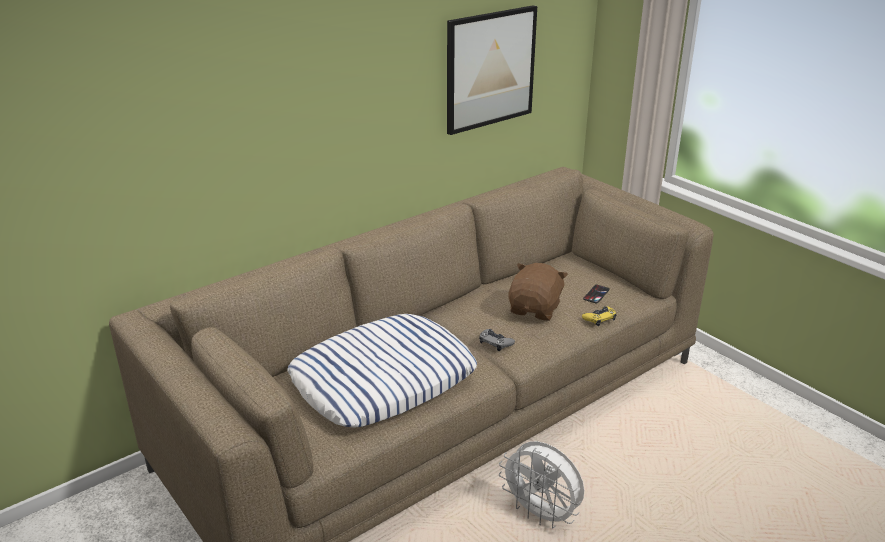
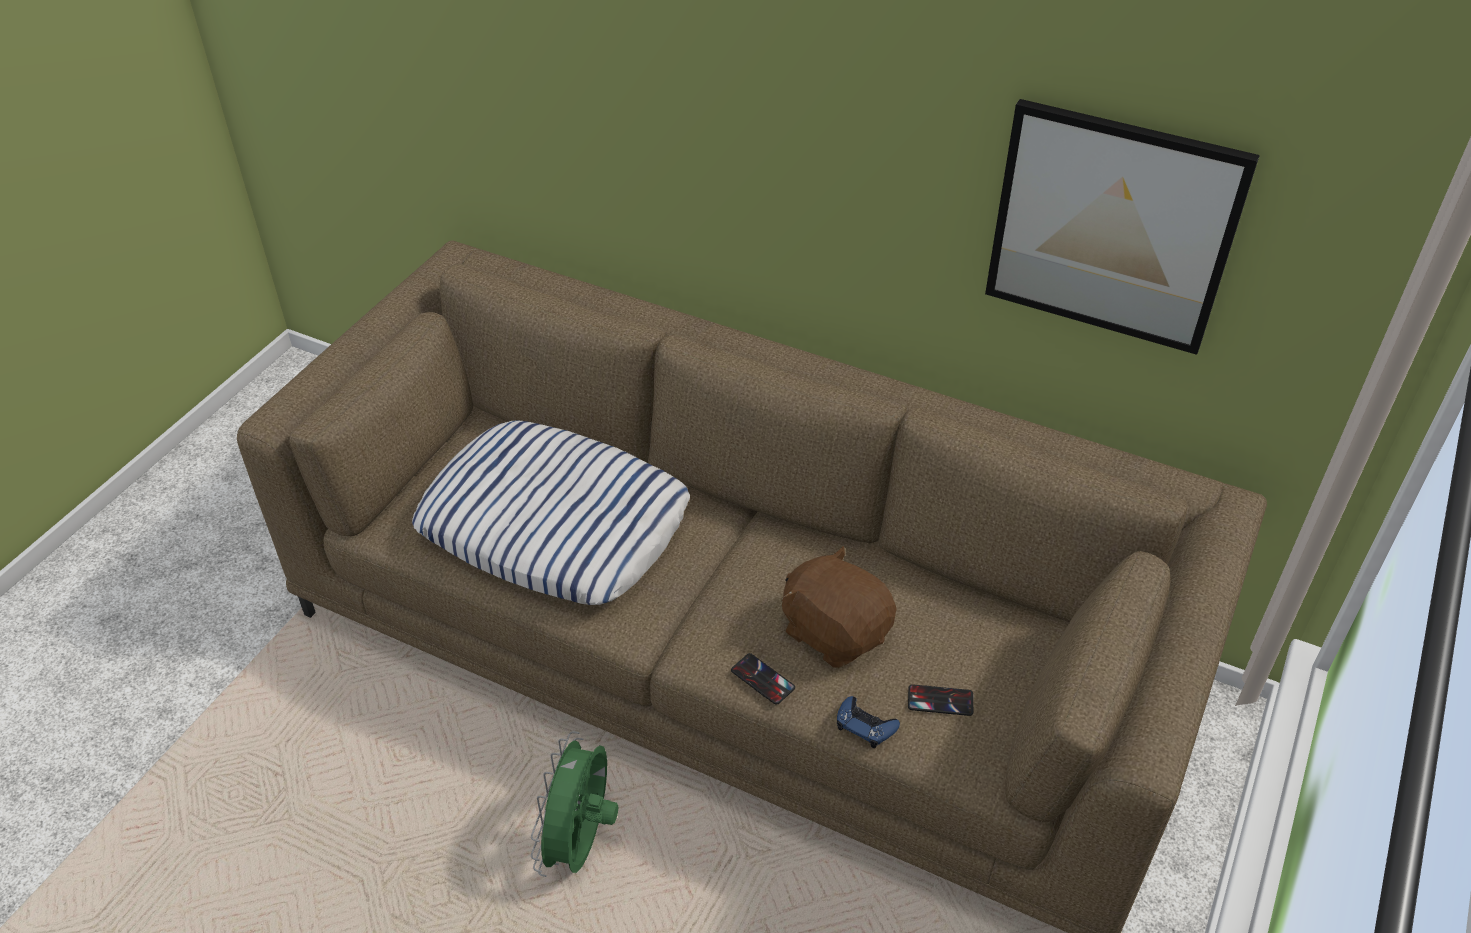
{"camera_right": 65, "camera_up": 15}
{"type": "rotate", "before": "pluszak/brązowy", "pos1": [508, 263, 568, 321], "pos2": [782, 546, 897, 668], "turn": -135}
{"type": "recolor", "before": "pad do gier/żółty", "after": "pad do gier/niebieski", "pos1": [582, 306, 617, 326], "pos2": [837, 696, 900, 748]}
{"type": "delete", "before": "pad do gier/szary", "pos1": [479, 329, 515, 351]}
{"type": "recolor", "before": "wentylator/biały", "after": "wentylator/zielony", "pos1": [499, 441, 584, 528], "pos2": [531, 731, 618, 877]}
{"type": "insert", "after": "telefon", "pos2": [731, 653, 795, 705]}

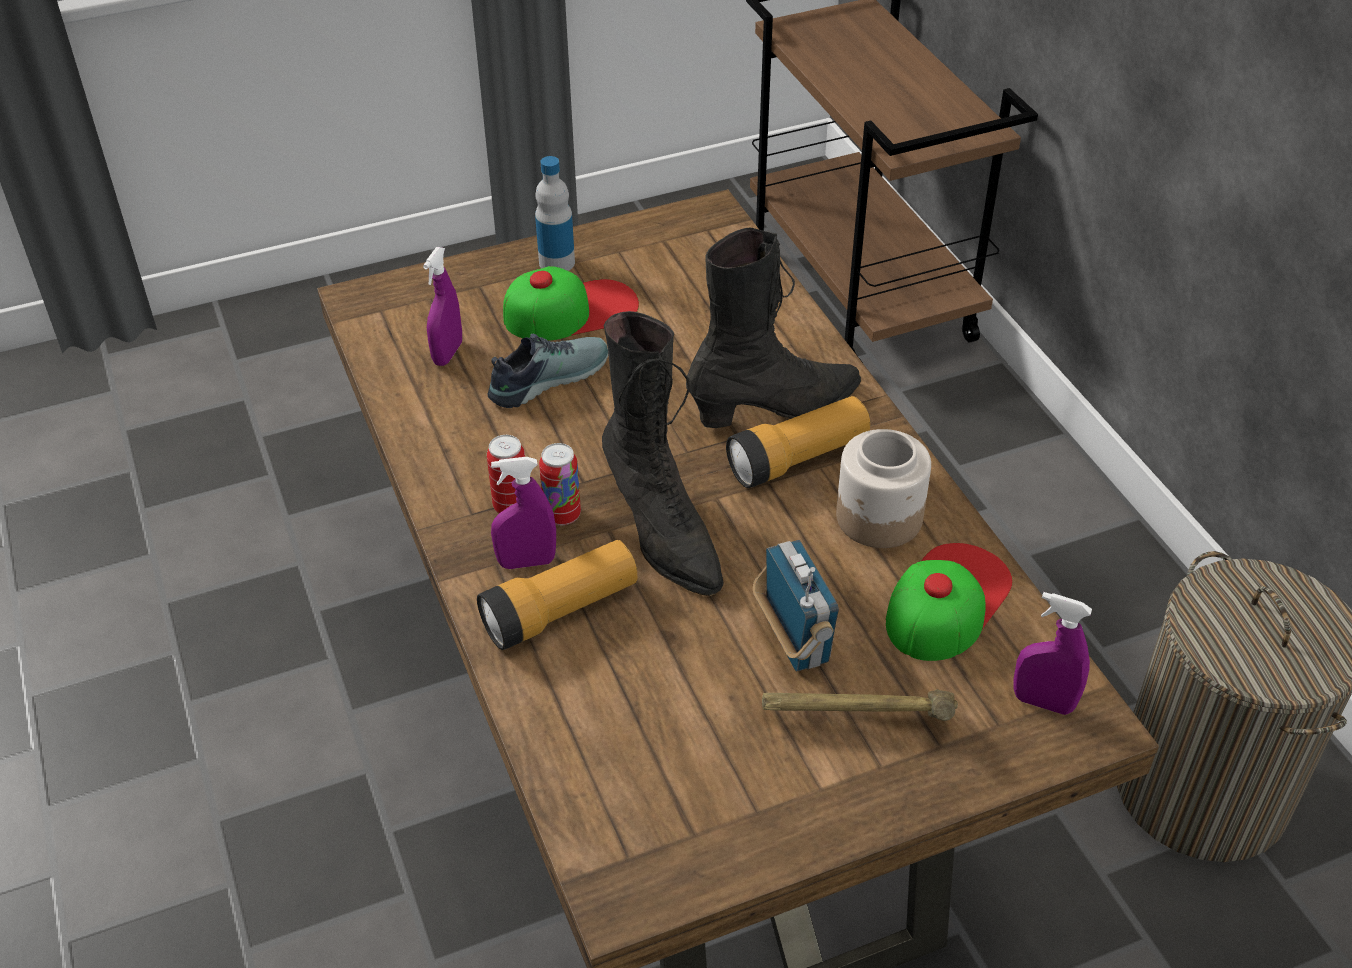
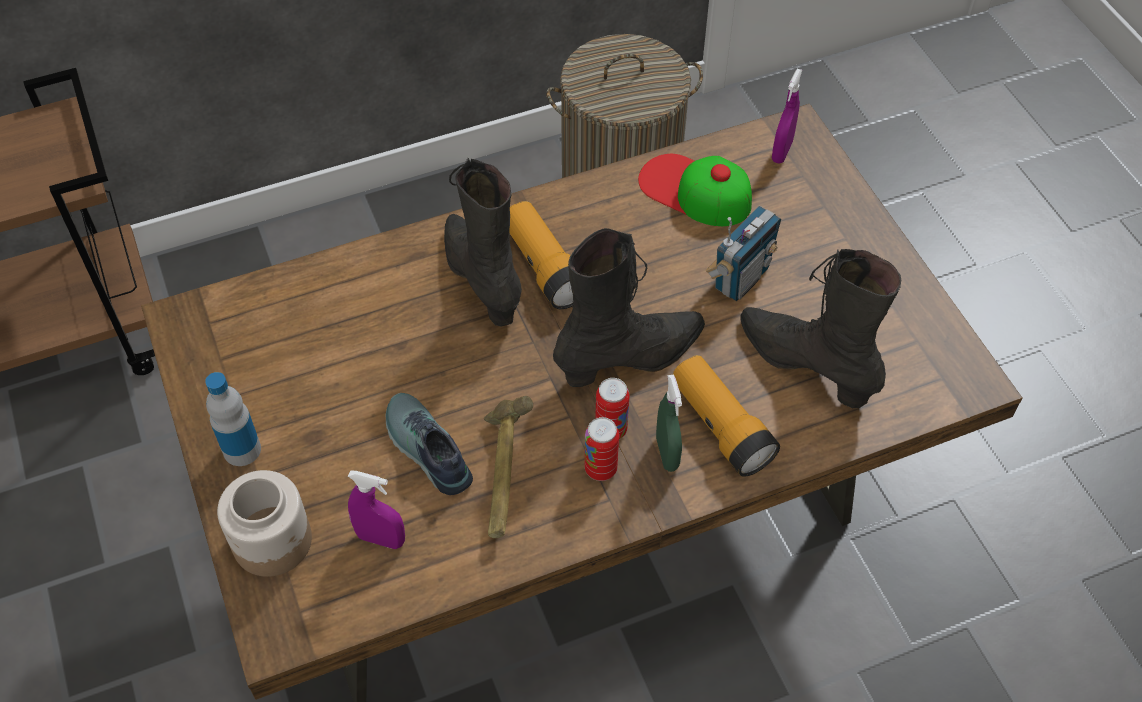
{"camera_right": -90, "camera_up": 10}
{"type": "delete", "before": "czapka z daszkiem", "pos1": [503, 266, 639, 341]}
{"type": "move", "before": "słoik", "pos1": [836, 429, 931, 548], "pos2": [217, 470, 312, 577]}
{"type": "recolor", "before": "spryskiwacz/fioletowy", "after": "spryskiwacz/zielony", "pos1": [491, 457, 556, 569], "pos2": [656, 374, 682, 472]}
{"type": "rotate", "before": "radio", "pos1": [753, 540, 839, 672], "pos2": [706, 206, 781, 301], "turn": 150}
{"type": "move", "before": "młotek", "pos1": [762, 689, 958, 721], "pos2": [484, 396, 533, 538]}
{"type": "insert", "after": "but z cholewką/czarny", "pos2": [740, 249, 901, 408]}

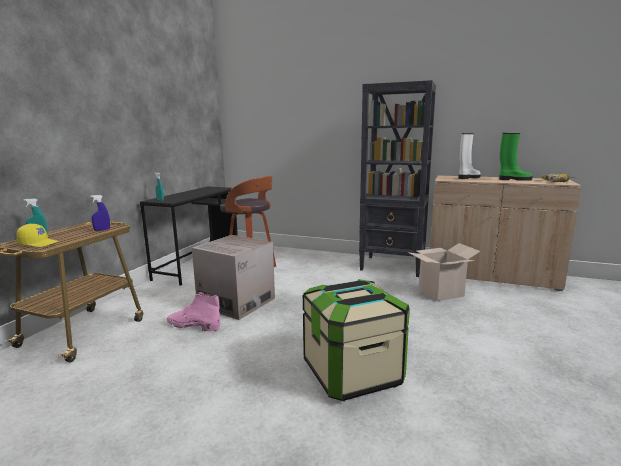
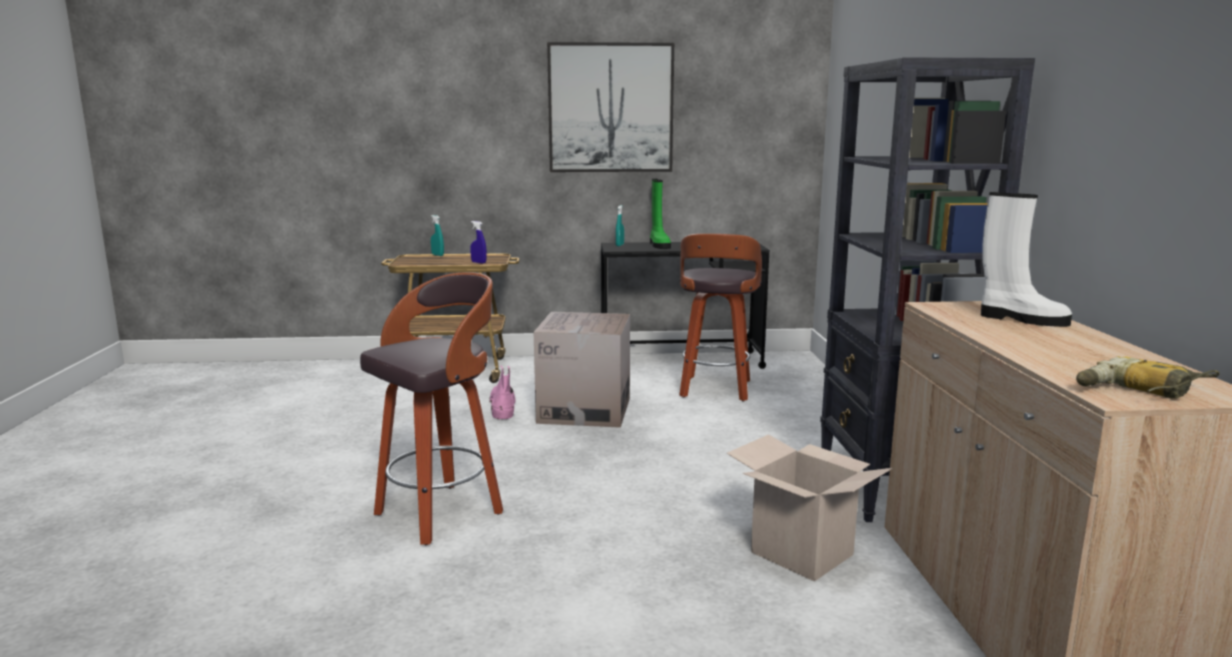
{"camera_right": 65, "camera_up": 0}
{"type": "move", "before": "but z cholewką/zielony", "pos1": [499, 133, 533, 181], "pos2": [650, 179, 671, 249]}
{"type": "delete", "before": "czapka z daszkiem/żółty", "pos1": [16, 224, 58, 247]}
{"type": "replace", "before": "pojemnik do przechowywania", "after": "stołek", "pos1": [303, 279, 410, 401], "pos2": [360, 272, 503, 545]}
{"type": "insert", "after": "obraz", "pos2": [547, 42, 674, 172]}

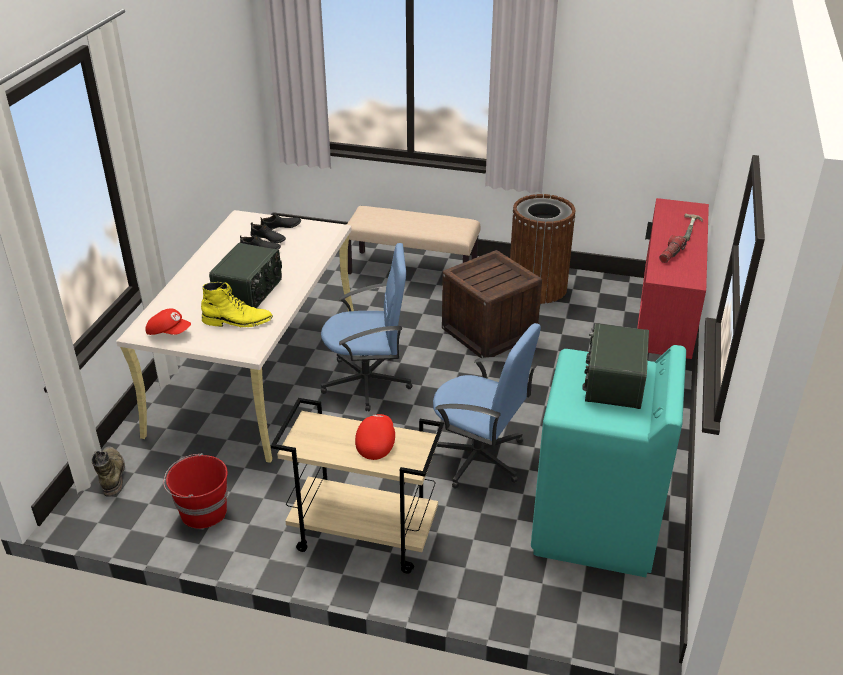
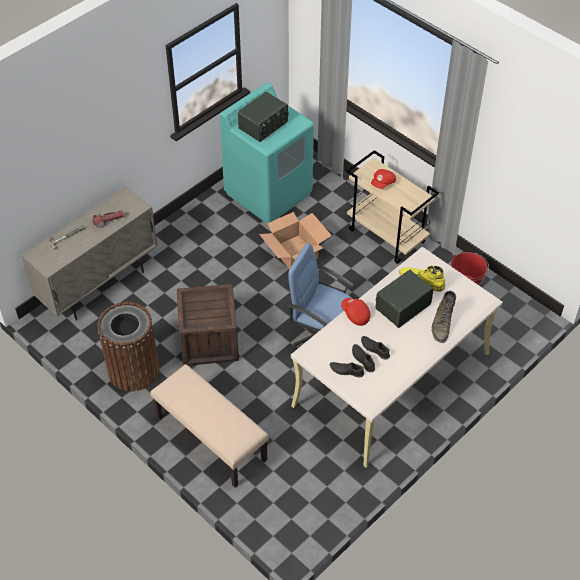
{"camera_right": -150, "camera_up": 15}
{"type": "recolor", "before": "szafka/czerwony", "after": "szafka/beżowy", "pos1": [637, 198, 709, 361], "pos2": [21, 187, 158, 321]}
{"type": "move", "before": "czapka z daszkiem/czerwony", "pos1": [145, 308, 191, 335], "pos2": [341, 298, 371, 326]}
{"type": "replace", "before": "krzesło biurowe/niebieski", "after": "karton", "pos1": [433, 323, 541, 489], "pos2": [259, 212, 332, 269]}
{"type": "move", "before": "but z cholewką/zielony", "pos1": [92, 446, 125, 497], "pos2": [432, 291, 456, 343]}

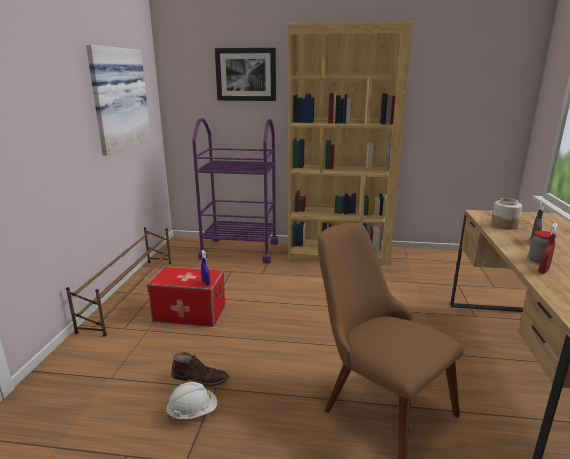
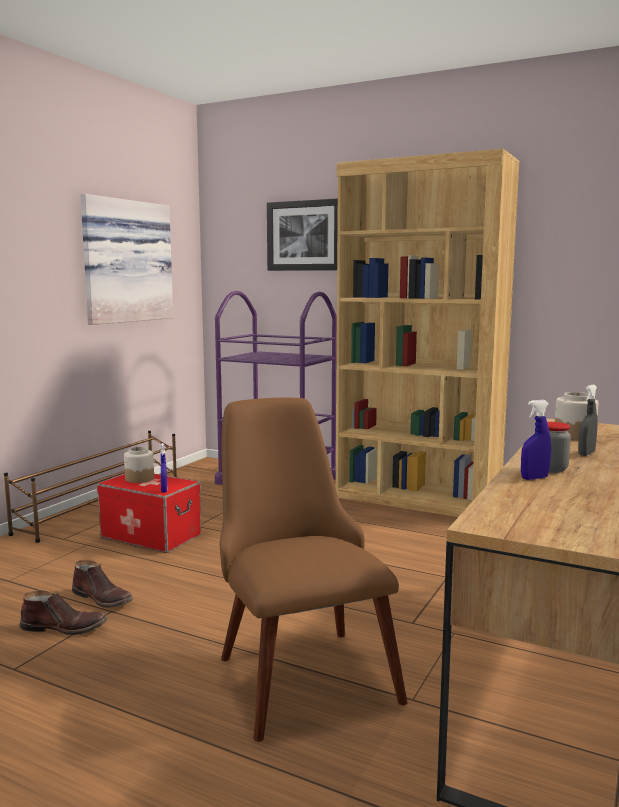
{"camera_right": 20, "camera_up": -10}
{"type": "recolor", "before": "spryskiwacz/czerwony", "after": "spryskiwacz/niebieski", "pos1": [538, 223, 558, 274], "pos2": [521, 400, 551, 480]}
{"type": "replace", "before": "kask/biały", "after": "but z cholewką/brązowy", "pos1": [166, 382, 217, 419], "pos2": [19, 590, 108, 635]}
{"type": "insert", "after": "słoik", "pos2": [124, 447, 154, 483]}

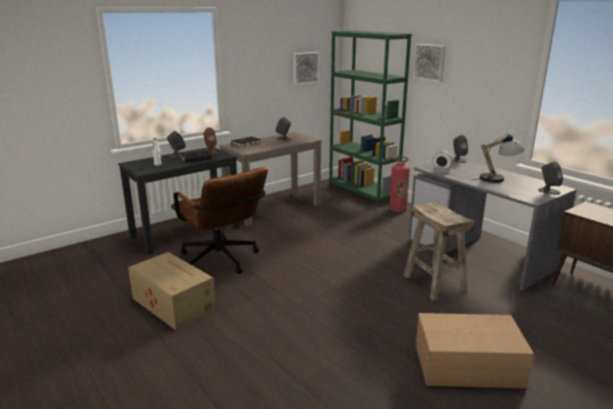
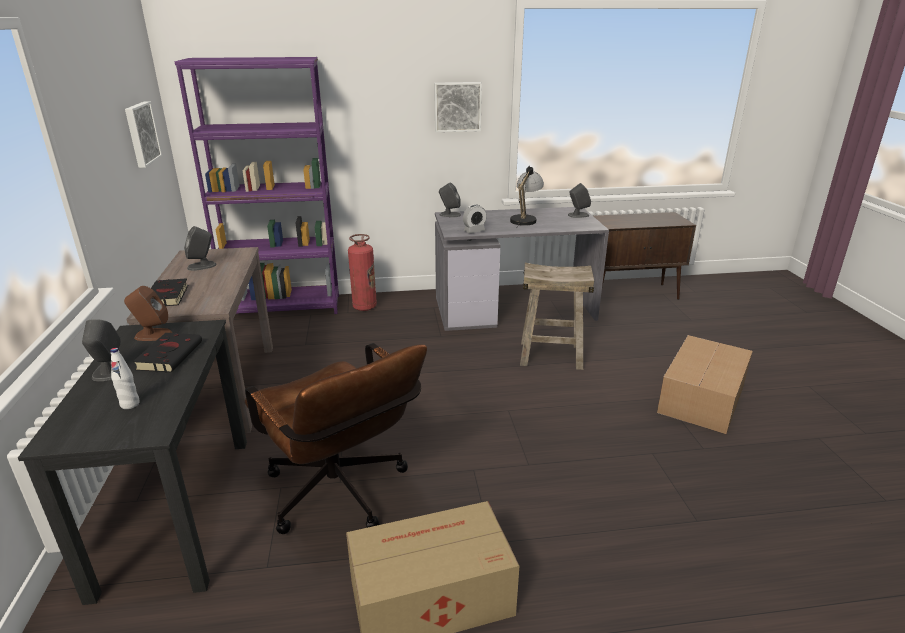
{"camera_right": -60, "camera_up": 5}
{"type": "recolor", "before": "regał/zielony", "after": "regał/fioletowy", "pos1": [329, 31, 412, 206], "pos2": [174, 57, 339, 314]}
{"type": "move", "before": "obraz", "pos1": [413, 44, 446, 82], "pos2": [434, 82, 482, 132]}
{"type": "rotate", "before": "krzesło biurowe/brązowy", "pos1": [171, 167, 268, 273], "pos2": [245, 343, 427, 534], "turn": 60}

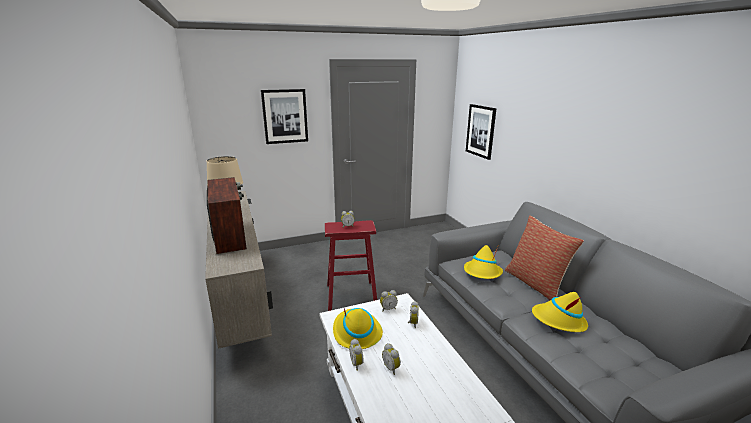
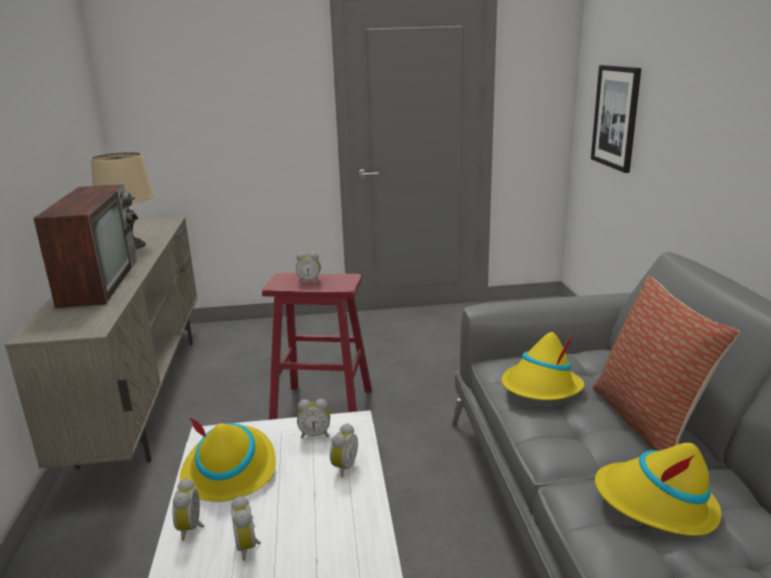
{"camera_right": 15, "camera_up": 0}
{"type": "delete", "before": "obraz", "pos1": [261, 89, 308, 144]}

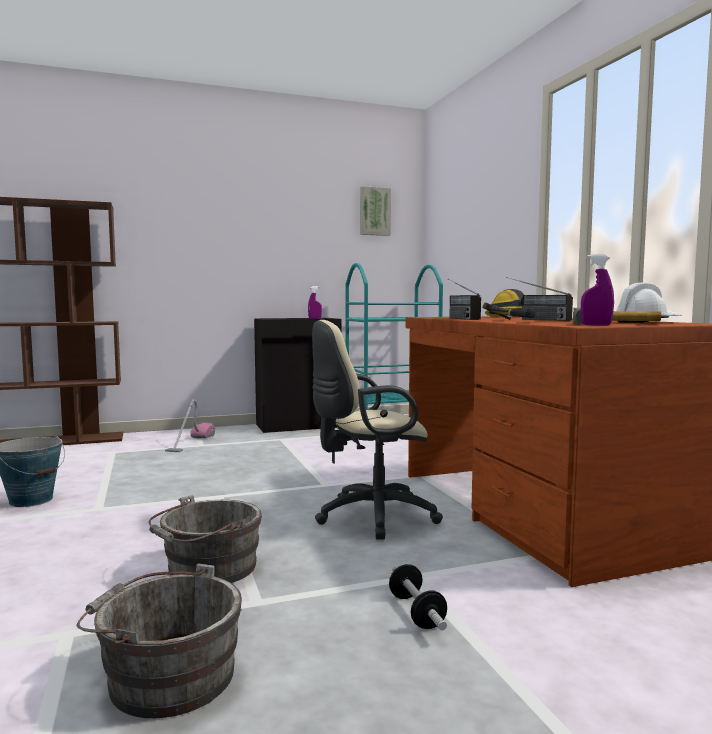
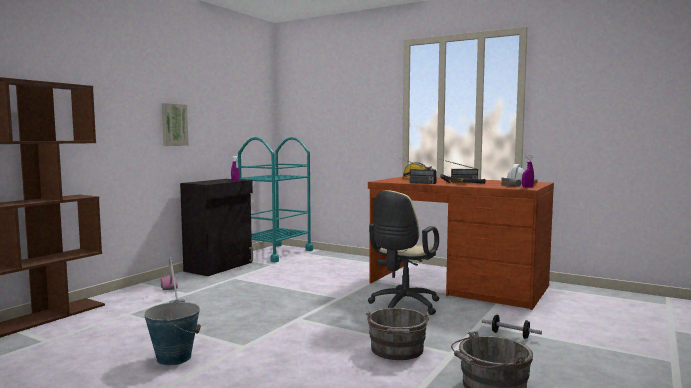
{"camera_right": -40, "camera_up": 0}
{"type": "move", "before": "obraz", "pos1": [360, 186, 391, 236], "pos2": [162, 103, 189, 146]}

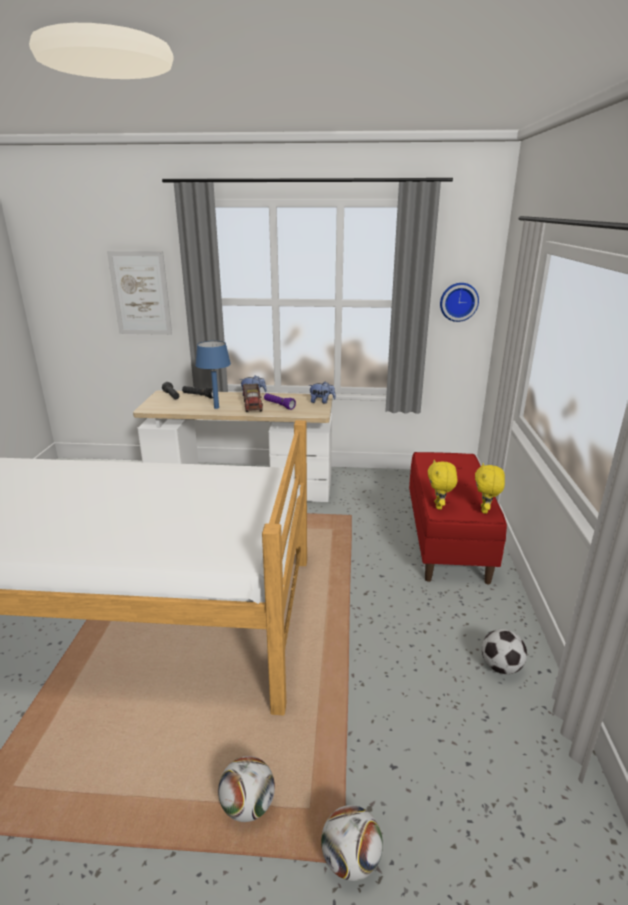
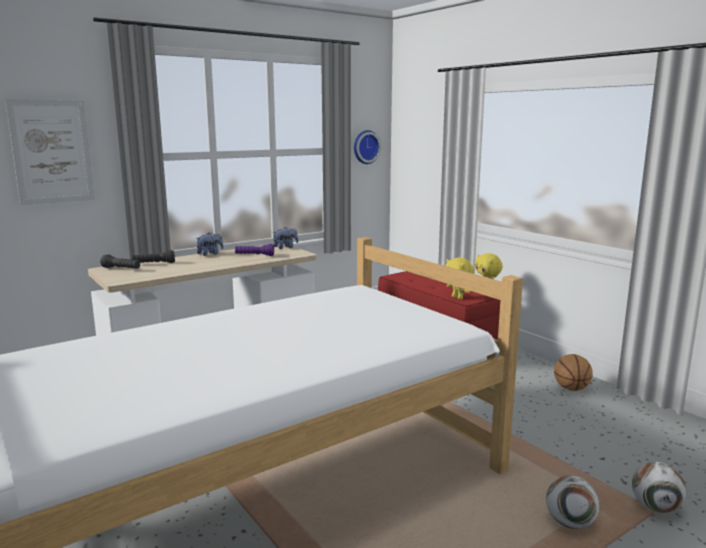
{"camera_right": -40, "camera_up": -10}
{"type": "delete", "before": "lampa stołowa/niebieski", "pos1": [195, 341, 231, 409]}
{"type": "delete", "before": "ciężarówka zabawkowa", "pos1": [243, 384, 263, 412]}
{"type": "replace", "before": "piłka futbolowa", "after": "piłka do koszykówki", "pos1": [482, 629, 527, 674], "pos2": [554, 354, 593, 391]}

